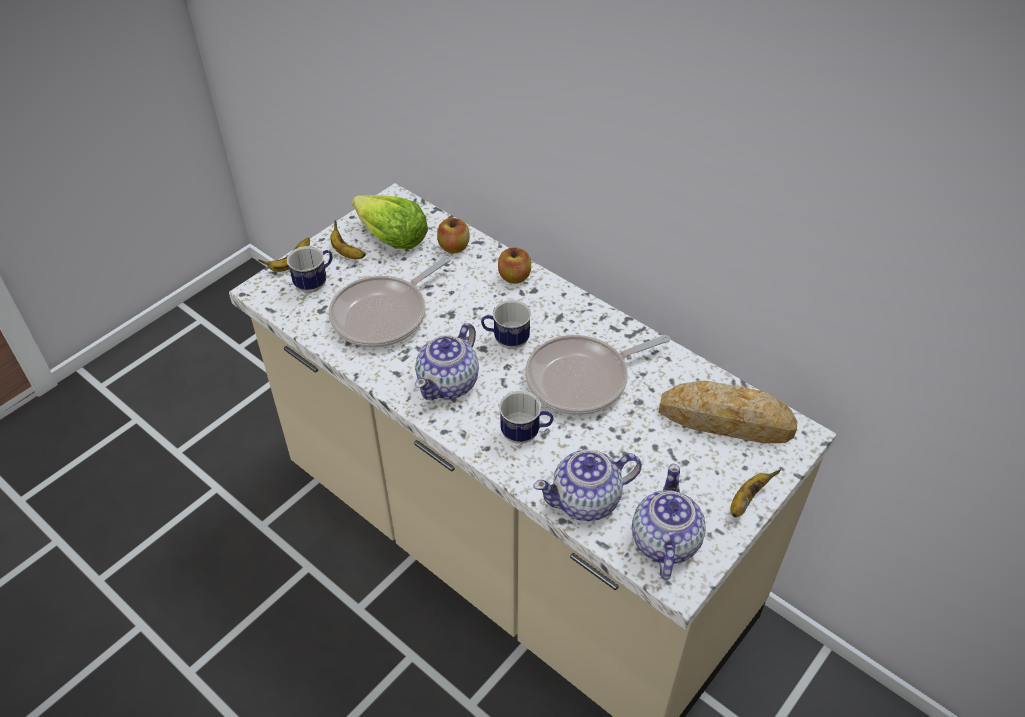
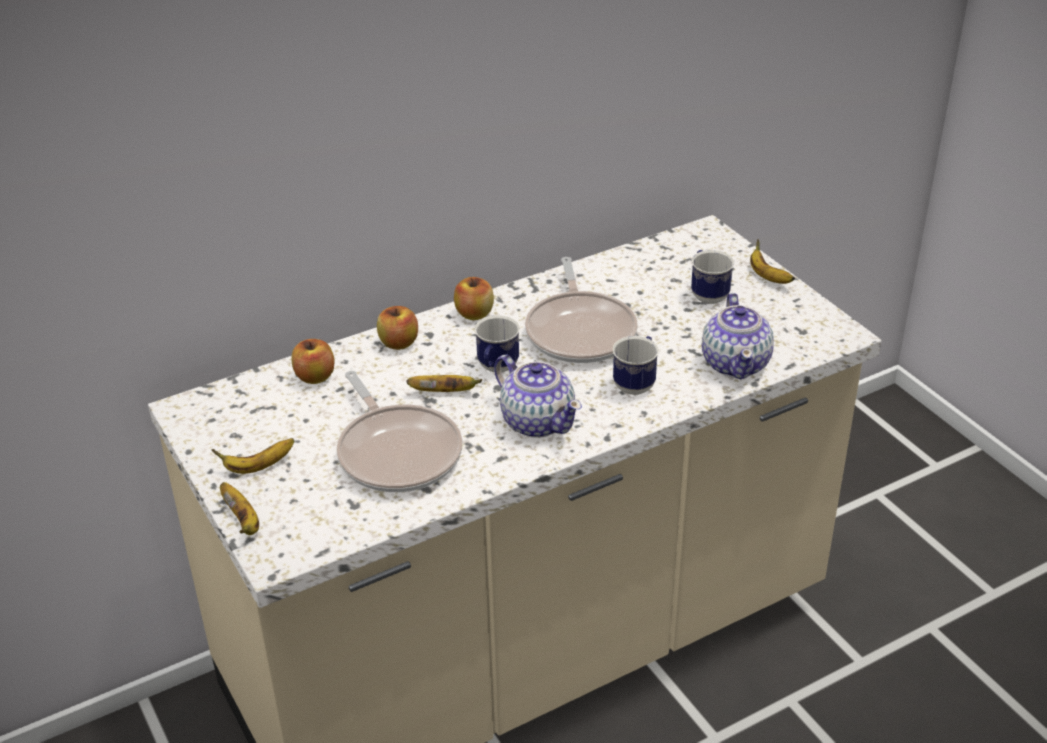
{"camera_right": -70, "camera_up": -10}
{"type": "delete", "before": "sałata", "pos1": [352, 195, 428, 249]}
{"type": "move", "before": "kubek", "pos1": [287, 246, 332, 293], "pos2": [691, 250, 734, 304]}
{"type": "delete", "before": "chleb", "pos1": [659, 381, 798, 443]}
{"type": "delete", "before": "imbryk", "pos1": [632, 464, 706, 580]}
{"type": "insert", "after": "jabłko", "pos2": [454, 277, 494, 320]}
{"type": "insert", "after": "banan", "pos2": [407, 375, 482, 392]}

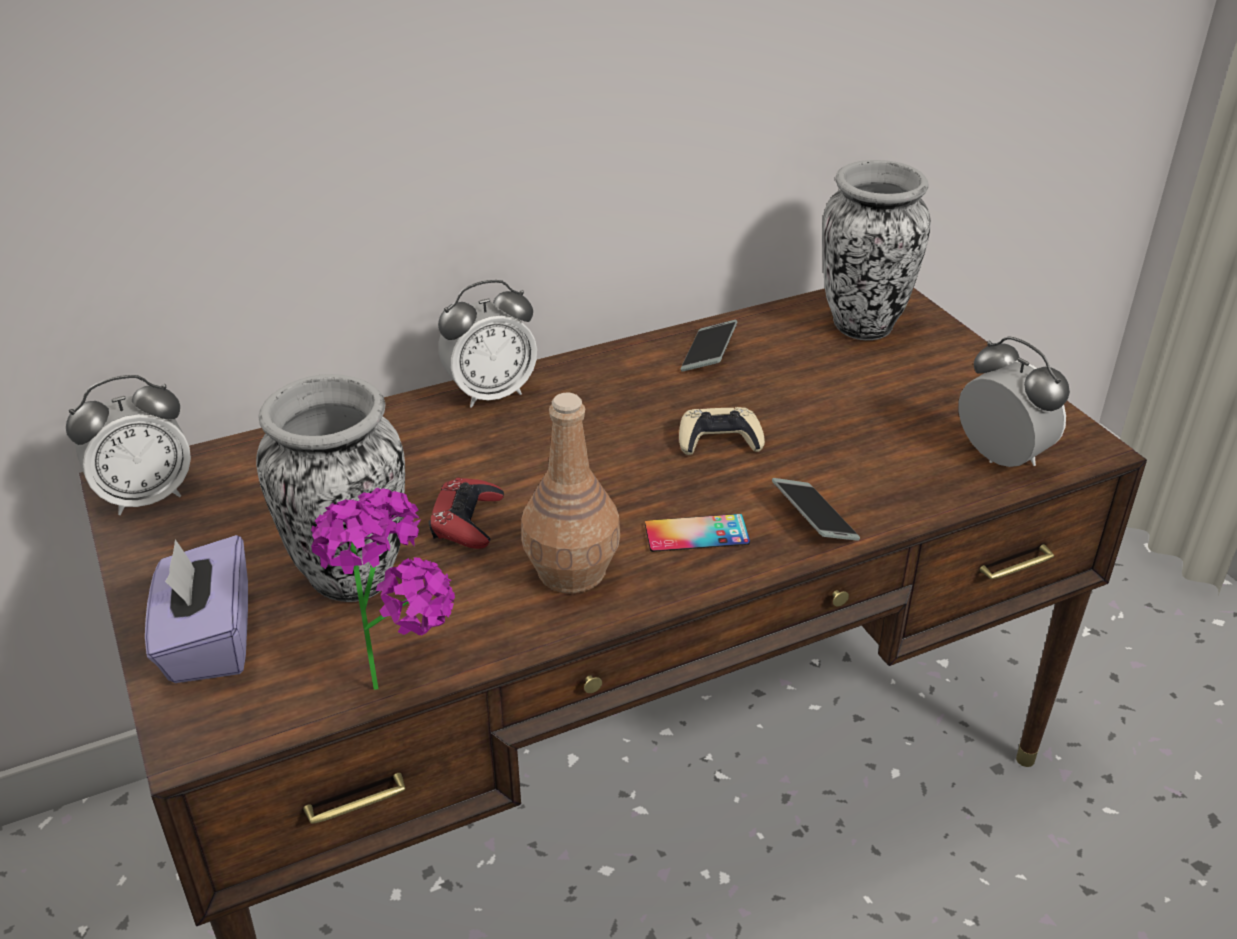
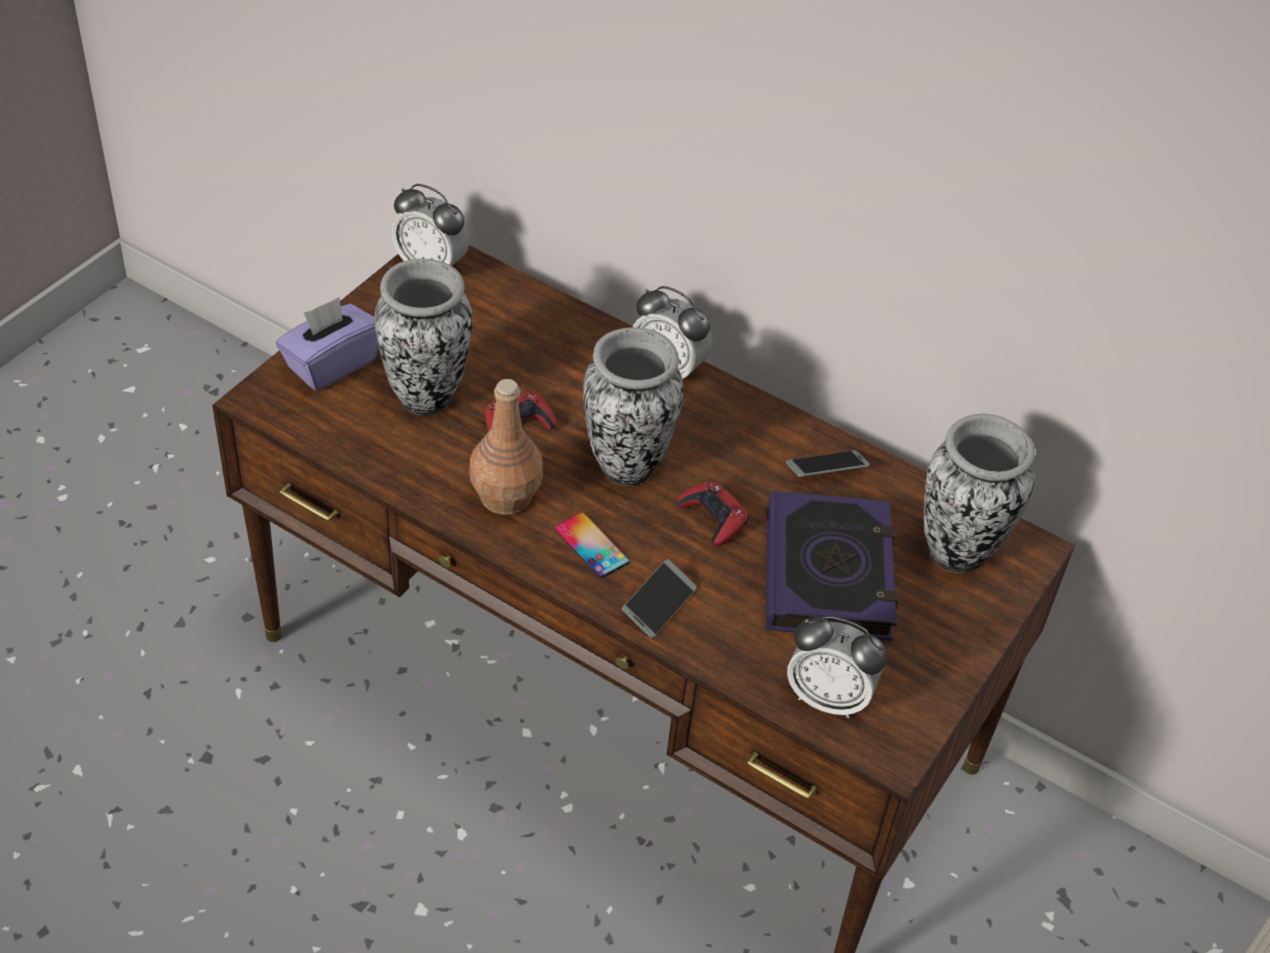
{"camera_right": 55, "camera_up": 10}
{"type": "rotate", "before": "budzik", "pos1": [959, 336, 1070, 467], "pos2": [787, 616, 887, 718], "turn": 90}
{"type": "recolor", "before": "pad do gier/beżowy", "after": "pad do gier/czerwony", "pos1": [679, 407, 765, 455], "pos2": [676, 482, 749, 546]}
{"type": "delete", "before": "roślina doniczkowa", "pos1": [311, 488, 455, 690]}
{"type": "insert", "after": "wazon", "pos2": [583, 327, 683, 486]}
{"type": "insert", "after": "książka", "pos2": [766, 491, 899, 641]}

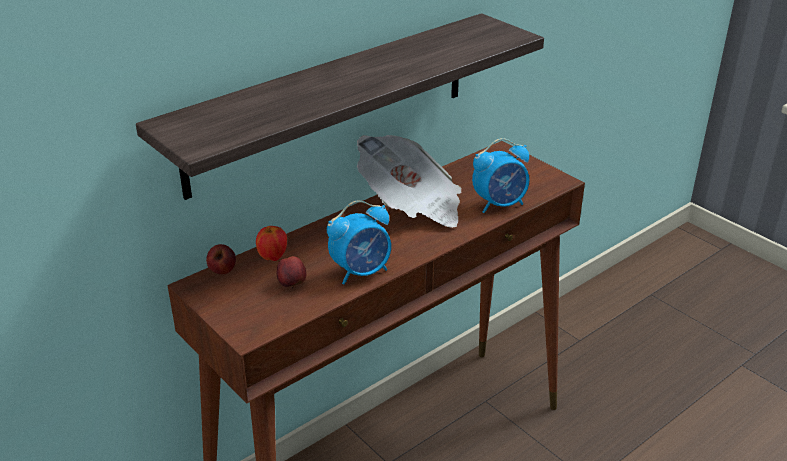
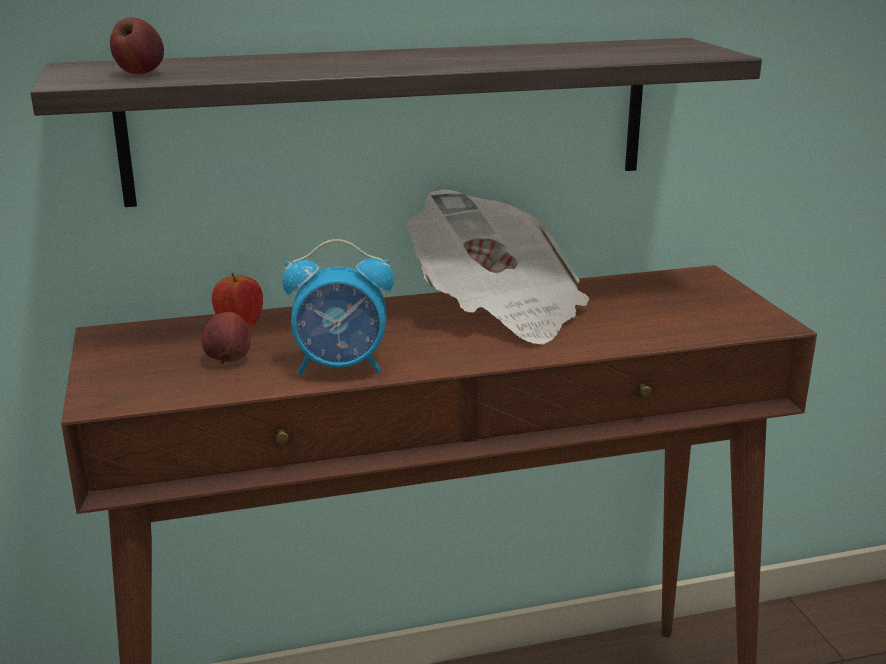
{"camera_right": 25, "camera_up": -10}
{"type": "delete", "before": "budzik", "pos1": [472, 138, 529, 213]}
{"type": "move", "before": "jabłko", "pos1": [206, 244, 236, 274], "pos2": [110, 17, 164, 74]}

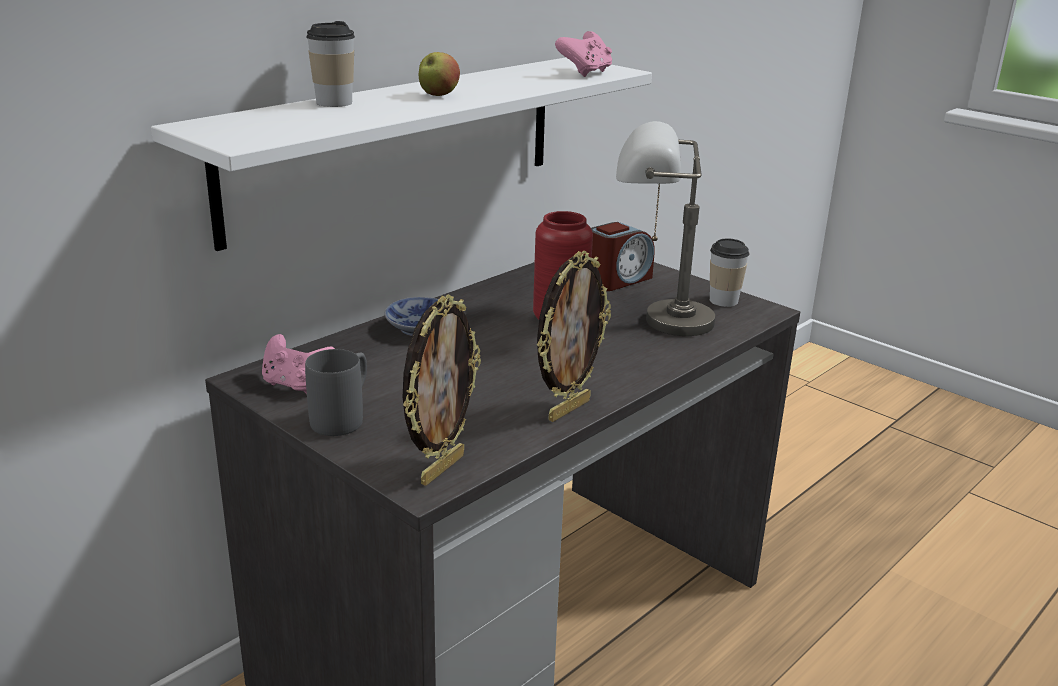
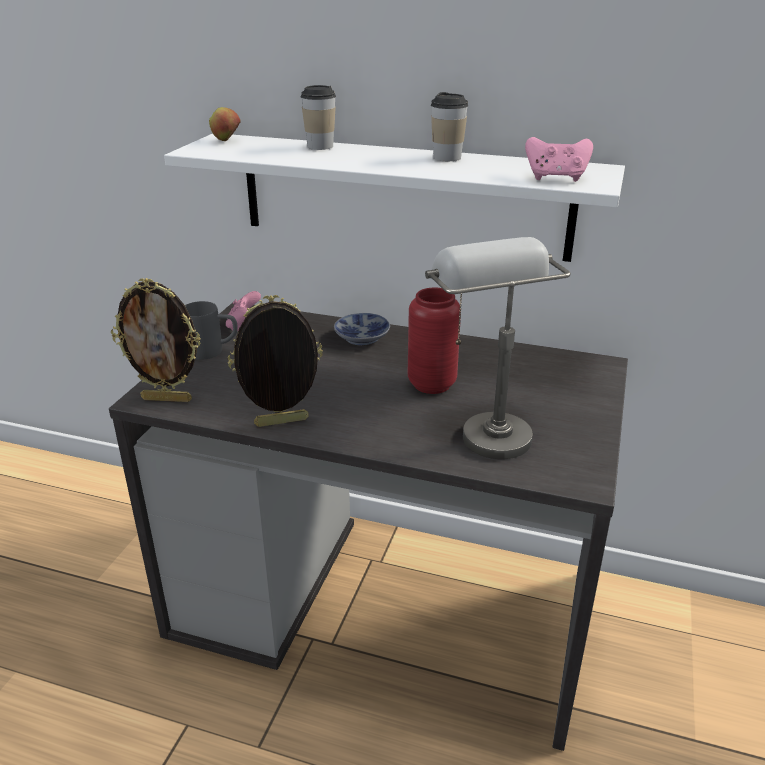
{"camera_right": 65, "camera_up": 5}
{"type": "move", "before": "jabłko", "pos1": [419, 52, 460, 96], "pos2": [209, 107, 240, 141]}
{"type": "delete", "before": "budzik", "pos1": [591, 222, 655, 291]}
{"type": "move", "before": "filiżanka", "pos1": [710, 238, 750, 307], "pos2": [431, 92, 468, 161]}
{"type": "rotate", "before": "ramka na zdjęcie", "pos1": [537, 251, 611, 422], "pos2": [228, 295, 323, 427], "turn": 150}

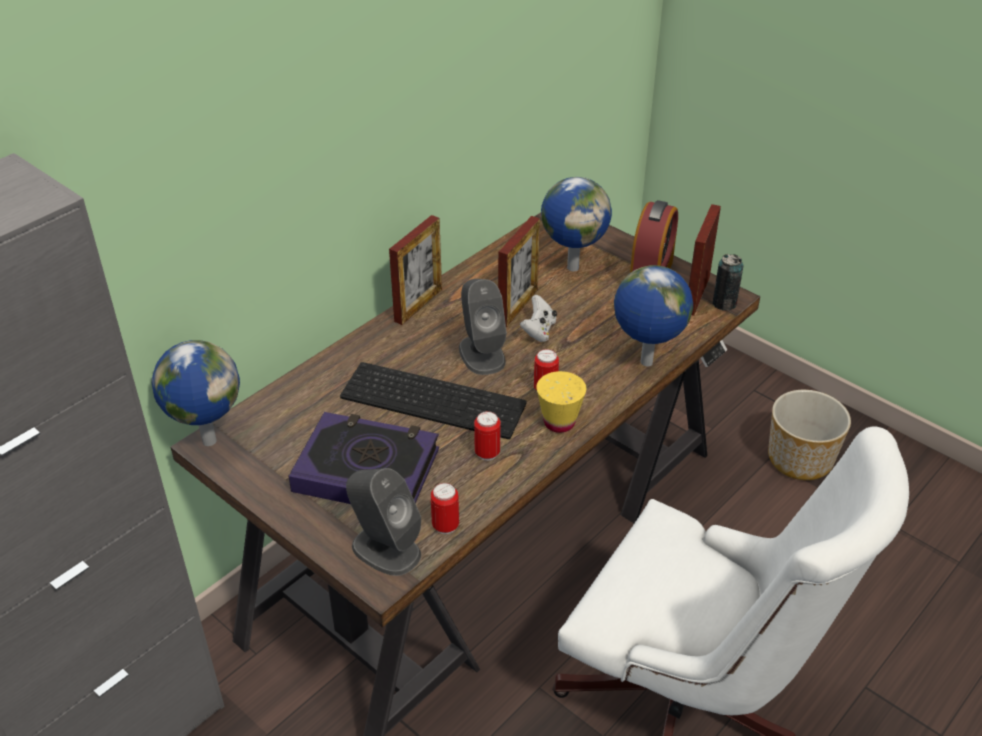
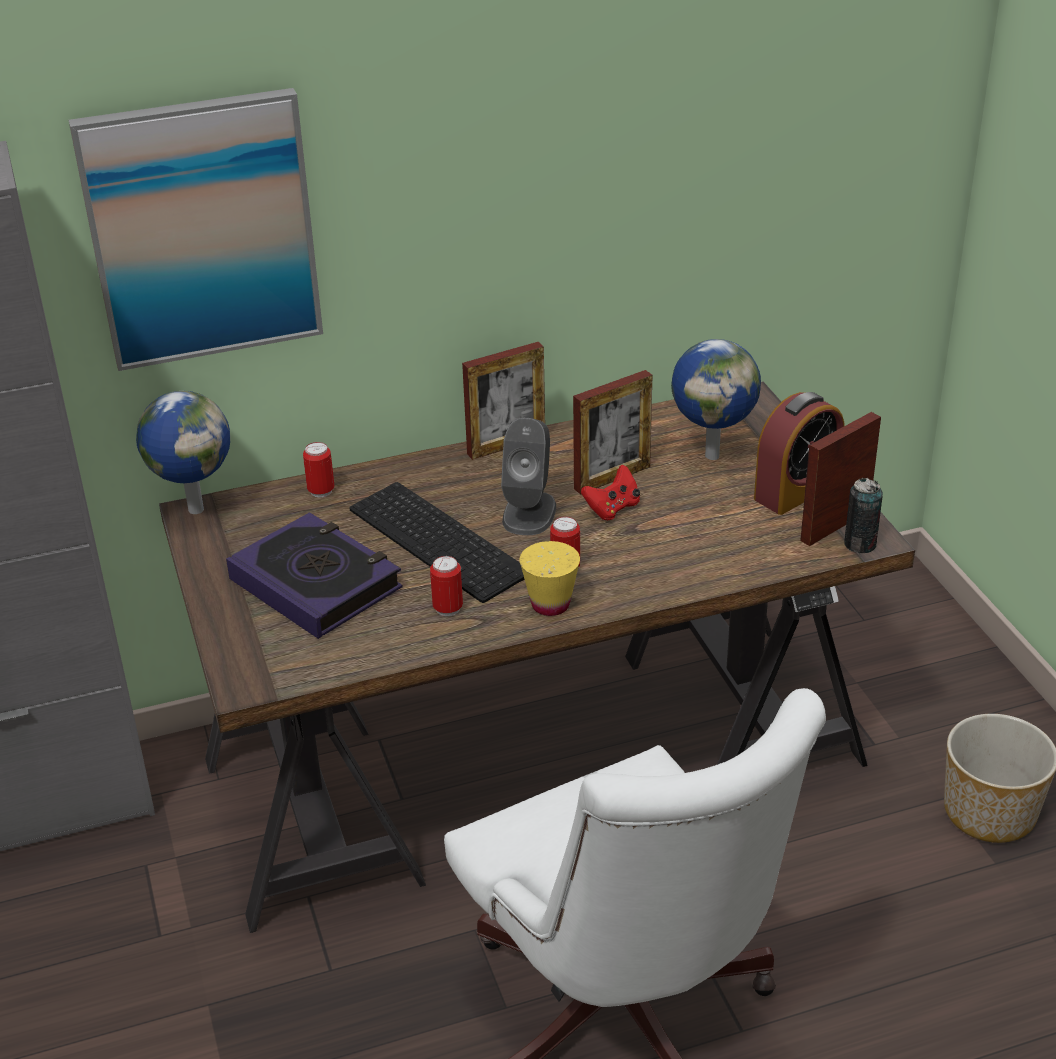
{"camera_right": 30, "camera_up": -5}
{"type": "delete", "before": "globus", "pos1": [614, 265, 693, 367]}
{"type": "recolor", "before": "pad do gier/biały", "after": "pad do gier/czerwony", "pos1": [520, 295, 557, 342], "pos2": [581, 464, 640, 520]}
{"type": "delete", "before": "głośnik/szary", "pos1": [346, 468, 421, 576]}
{"type": "move", "before": "puszka", "pos1": [431, 483, 459, 534], "pos2": [303, 442, 334, 498]}
{"type": "insert", "after": "obraz", "pos2": [69, 88, 323, 371]}

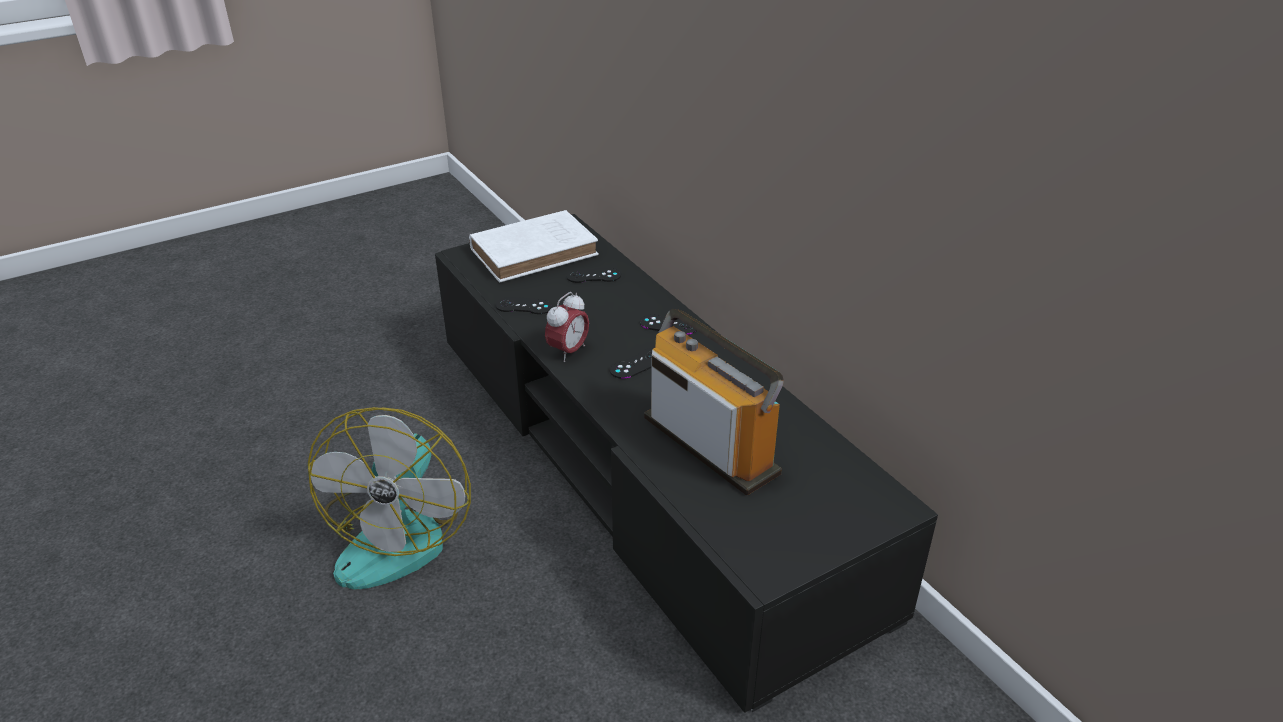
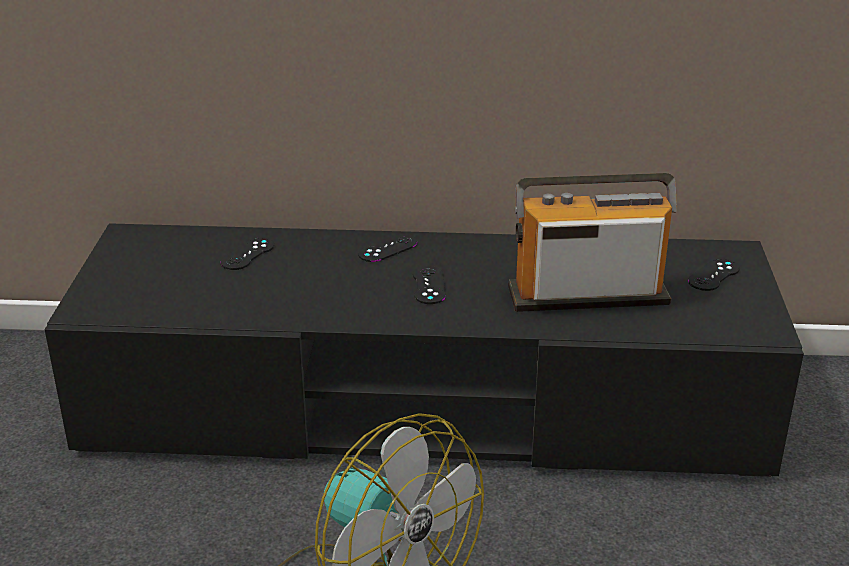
{"camera_right": -55, "camera_up": -5}
{"type": "delete", "before": "książka/biały", "pos1": [469, 210, 599, 282]}
{"type": "delete", "before": "budzik", "pos1": [545, 292, 589, 362]}
{"type": "move", "before": "pad do gier/czarny", "pos1": [495, 297, 553, 314], "pos2": [688, 259, 740, 291]}

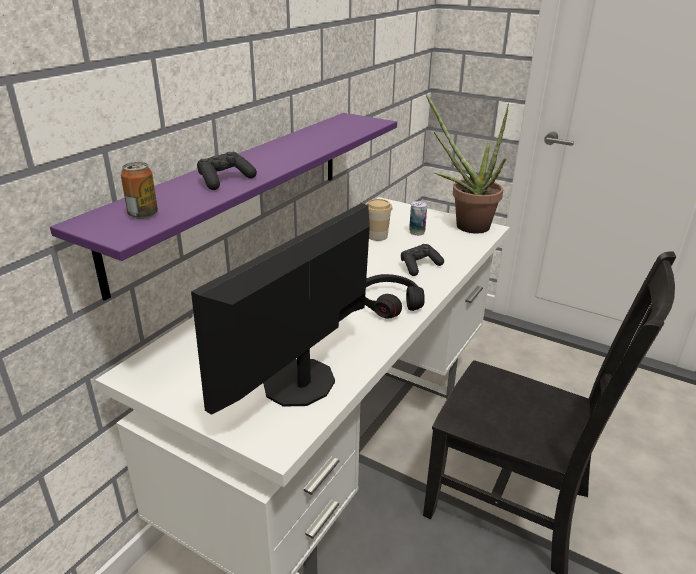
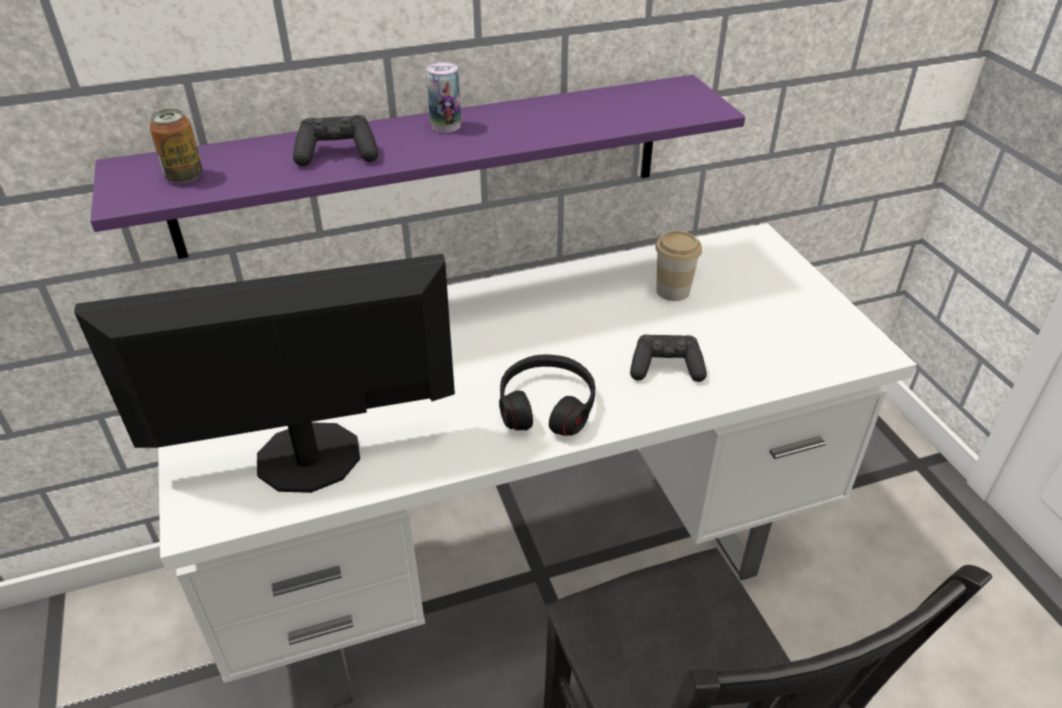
{"camera_right": 40, "camera_up": 10}
{"type": "delete", "before": "roślina doniczkowa", "pos1": [426, 94, 509, 233]}
{"type": "move", "before": "puszka", "pos1": [409, 201, 427, 236], "pos2": [426, 62, 461, 133]}

